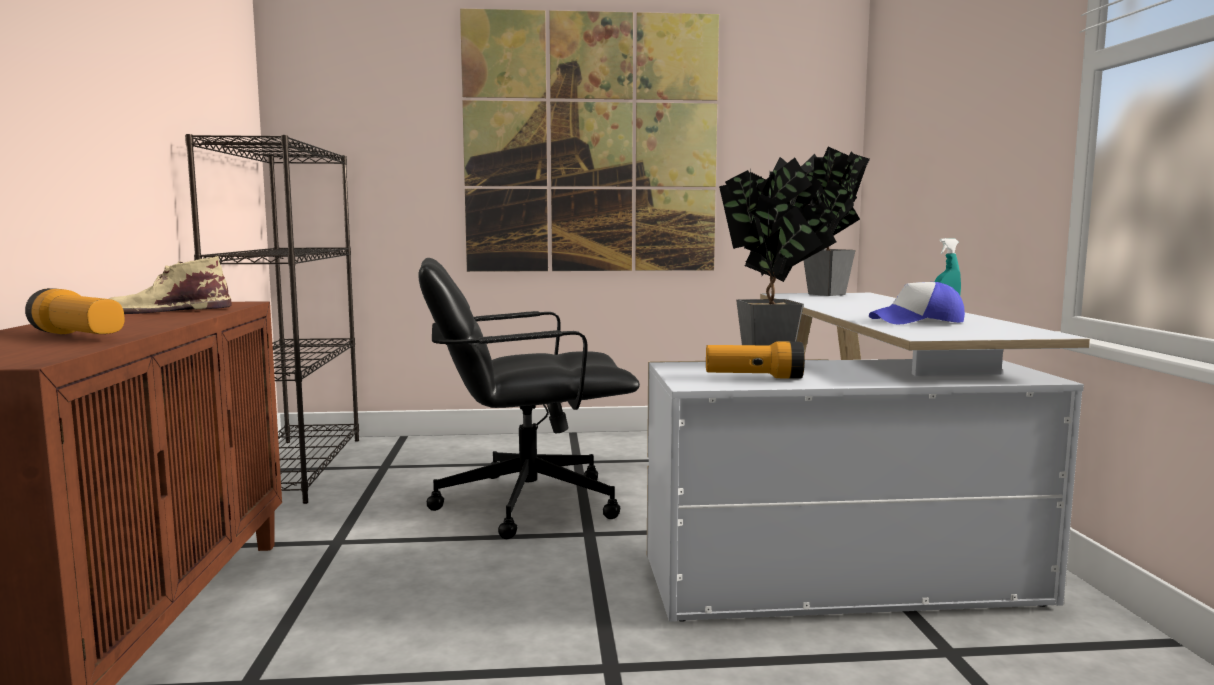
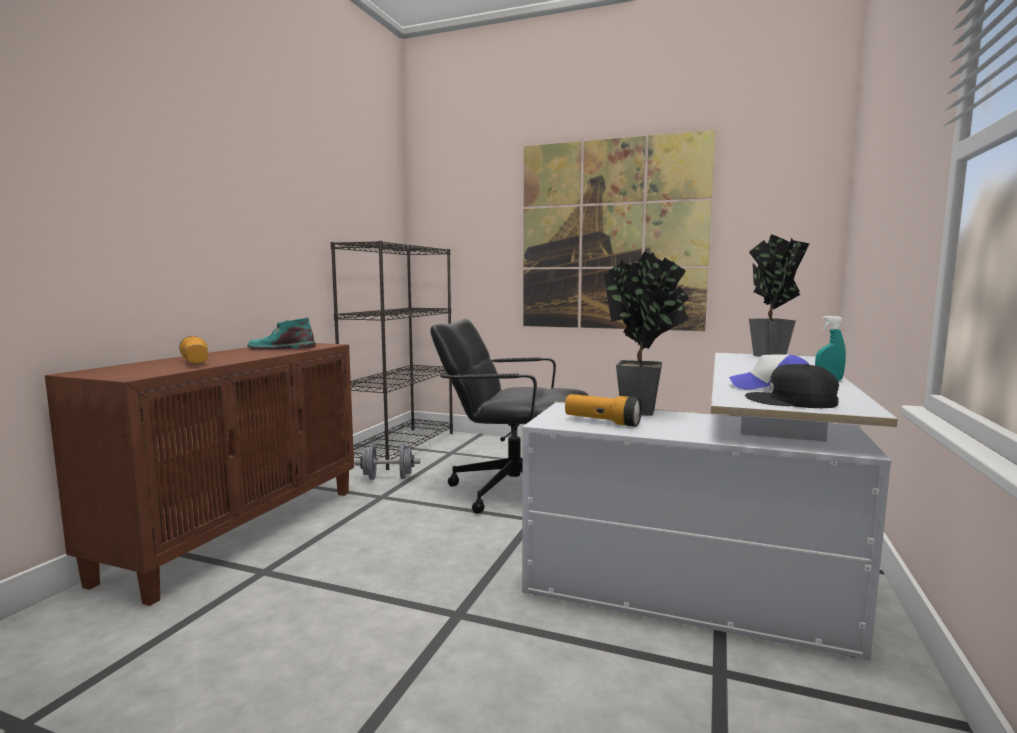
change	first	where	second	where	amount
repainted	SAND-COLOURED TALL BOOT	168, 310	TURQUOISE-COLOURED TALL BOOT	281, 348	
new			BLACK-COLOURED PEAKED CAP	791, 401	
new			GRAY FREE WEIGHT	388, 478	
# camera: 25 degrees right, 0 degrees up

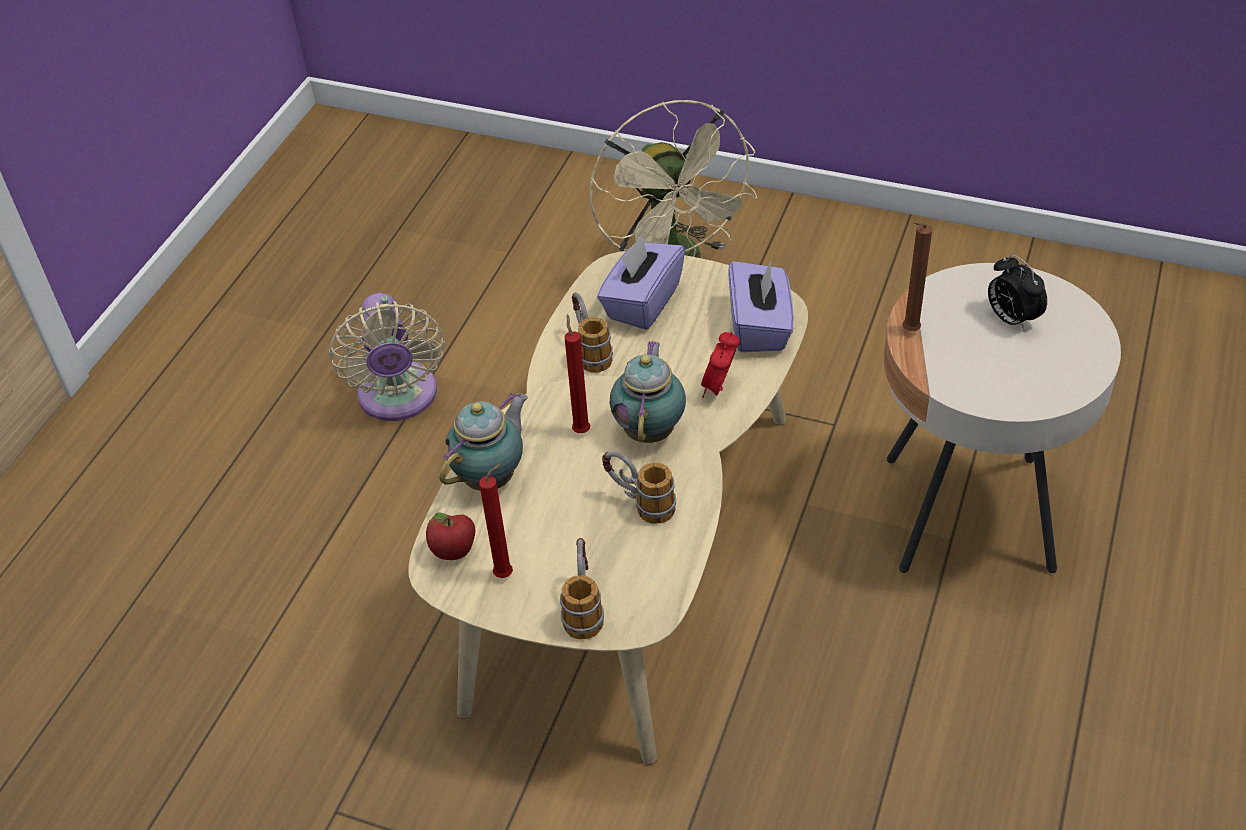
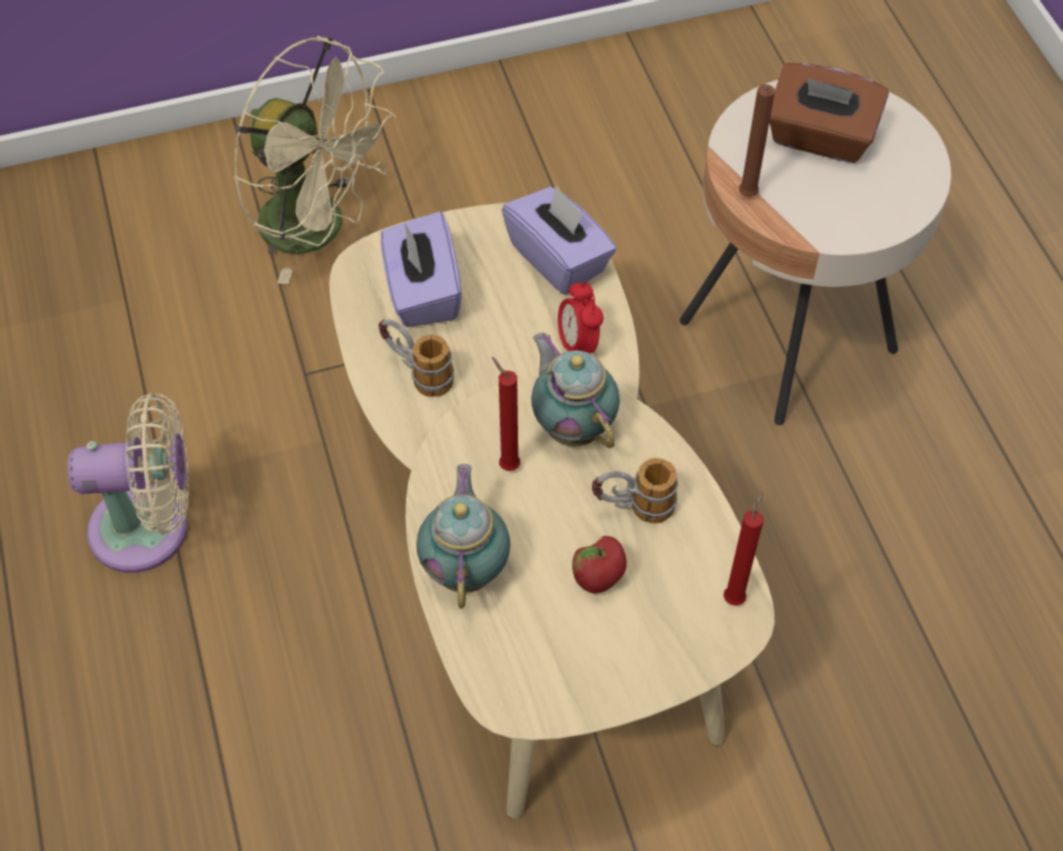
change	first	where	second	where	amount
swapped	TABLE CLOCK	1010, 319	BROWNISH BOX OF TISSUES	819, 138	
rotated	SAND-COLOURED COOLING FAN	398, 399		150, 528	45 degrees counterclockwise
shifted	RED WAX LIGHT	506, 574		735, 596	
shifted	APPLE FRUIT	453, 553		598, 580	
gone	TEA MUG	583, 607			
# camera: 40 degrees left, 10 degrees up

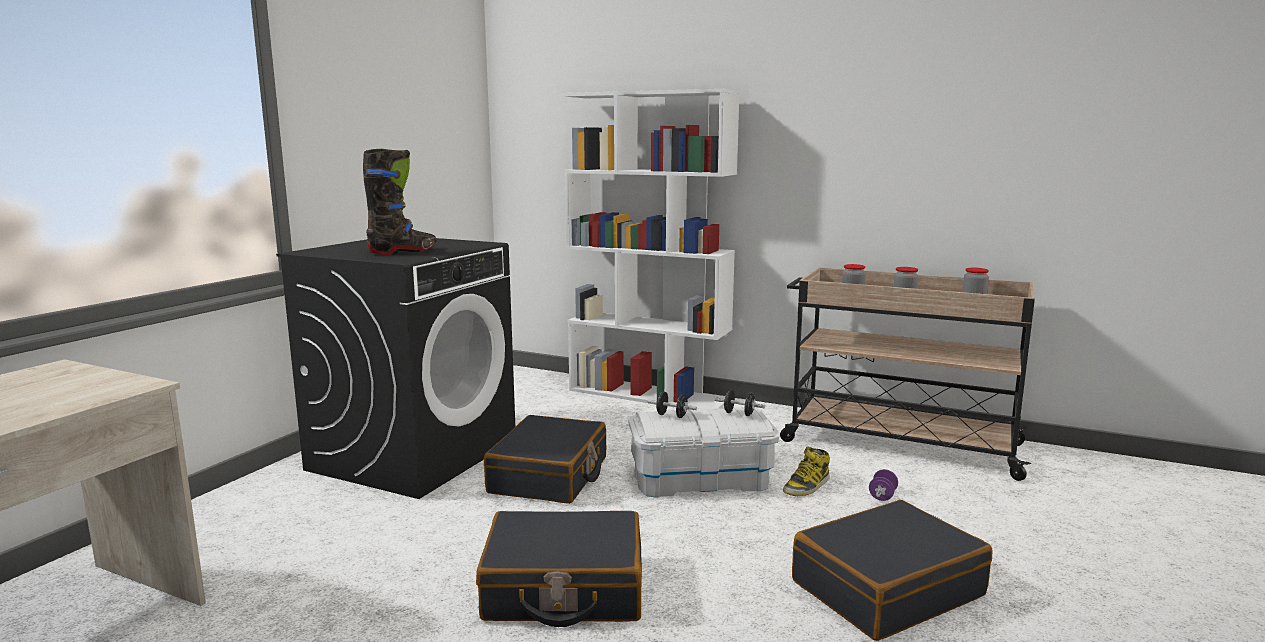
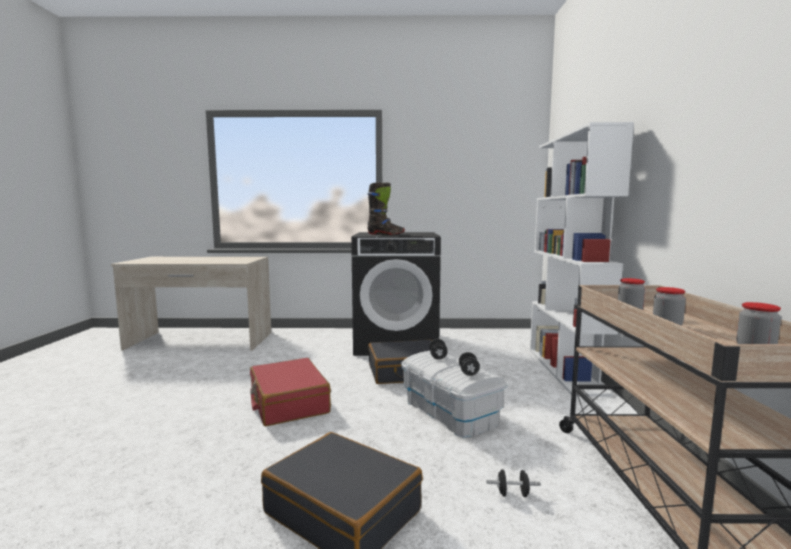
change	first	where	second	where	amount
gone	TALL BOOT	807, 486			
repainted	PURPLE FREE WEIGHT	882, 496	BLACK-COLOURED FREE WEIGHT	512, 494	
repainted	BLACK-COLOURED PIECE OF LUGGAGE	564, 589	RED PIECE OF LUGGAGE	288, 403	
# camera: 65 degrees right, 5 degrees down

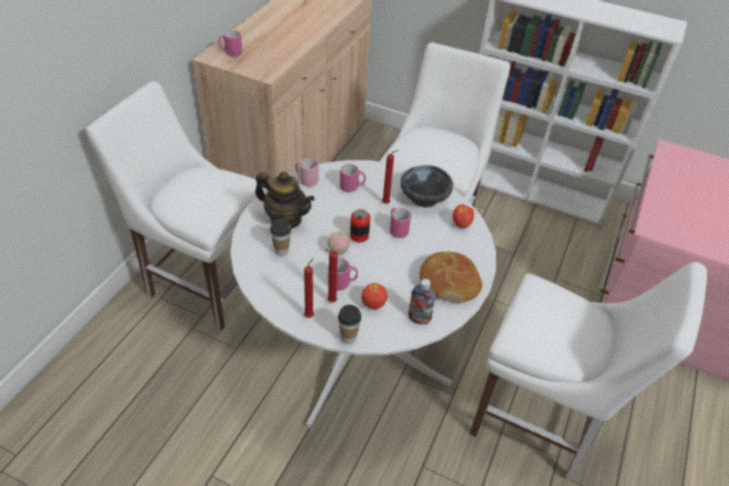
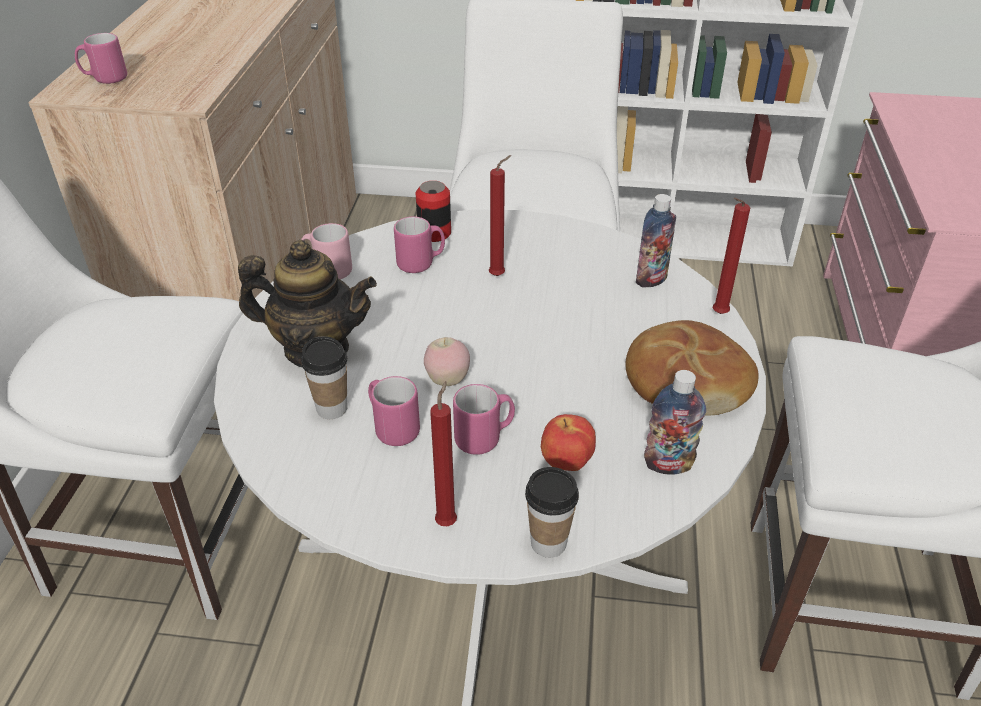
change	first	where	second	where	amount
gone	BLACK-COLOURED BOWL	424, 198			
swapped	APPLE FRUIT	461, 225	DRINK BOTTLE	651, 279	
shifted	PINK-COLOURED TEA MUG	397, 229		392, 428	
shifted	METAL CAN	359, 236		434, 233	
shifted	RED WAX LIGHT	330, 301		717, 314	
# camera: 15 degrees left, 5 degrees down

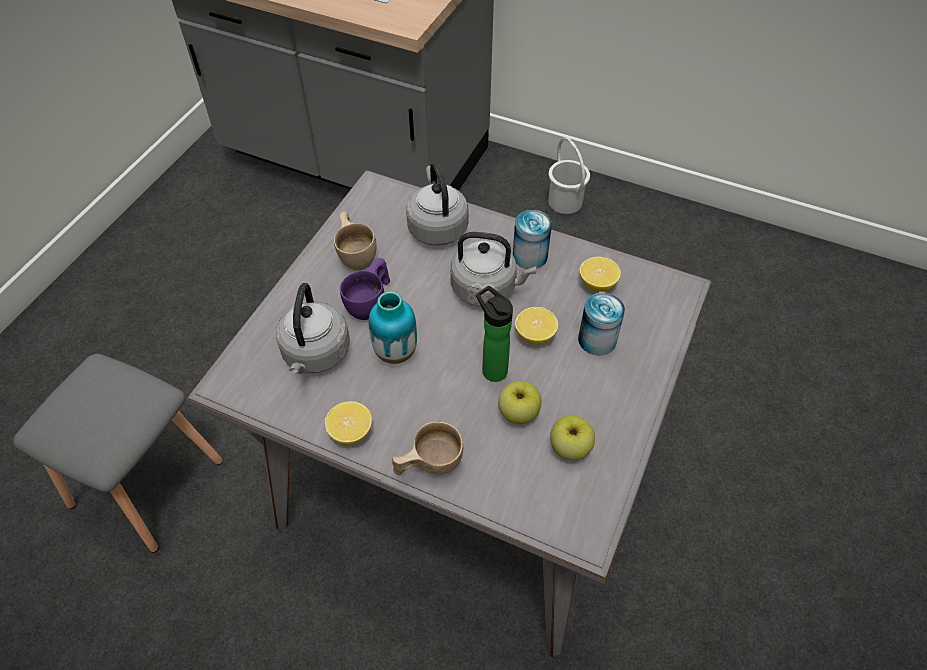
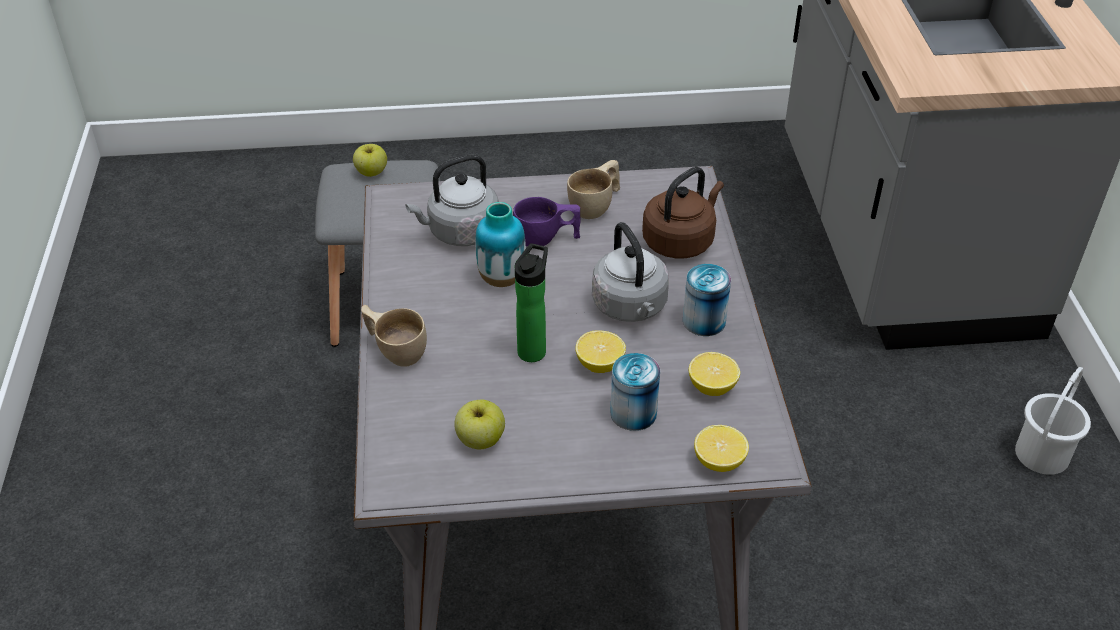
change	first	where	second	where	amount
repainted	GRAY WATER KETTLE	437, 227	BROWNISH WATER KETTLE	680, 241	
shifted	APPLE FRUIT	518, 413		371, 172	
shifted	LEMON	351, 432		719, 462	
# camera: 60 degrees right, 10 degrees down

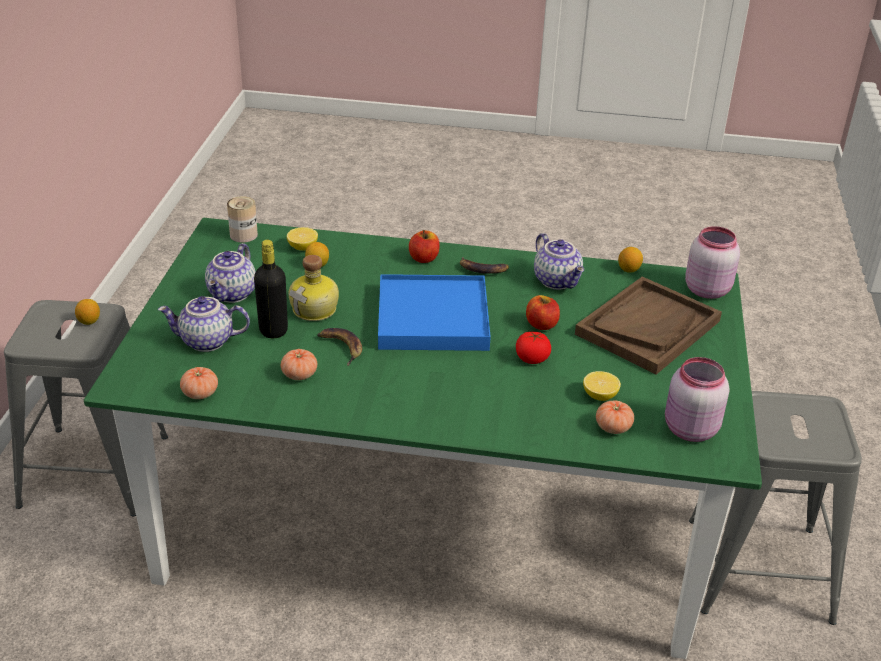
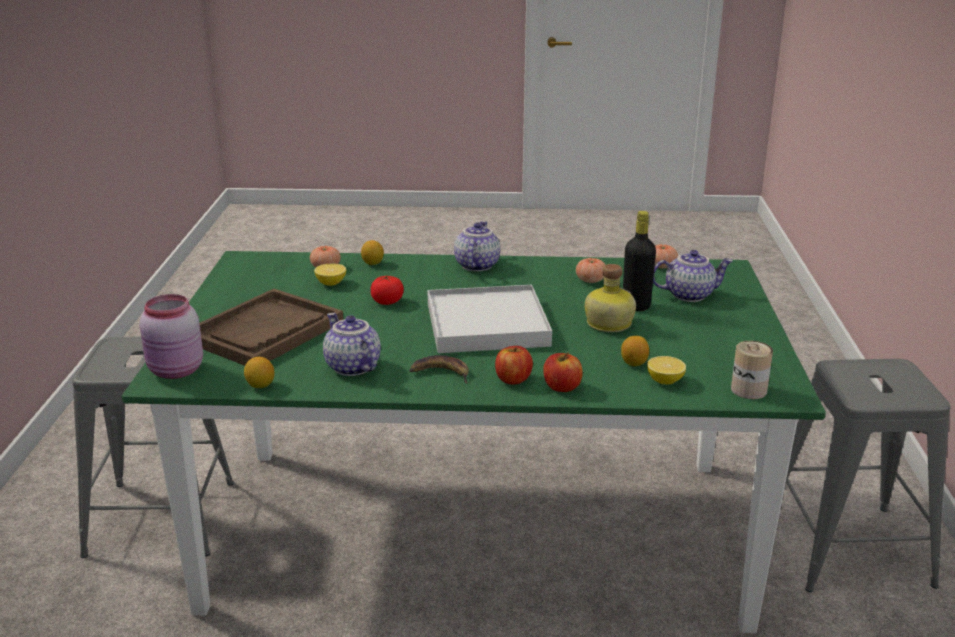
change	first	where	second	where	amount
shifted	POT FOR TEA	233, 294		476, 265	
repainted	BLUE-COLOURED TRAY	433, 318	WHITE-COLOURED TRAY	486, 324	
shifted	APPLE FRUIT	541, 325		561, 387	
shifted	LEMON	89, 321		372, 263	
gone	BANANA FRUIT	341, 347			
gone	PINK-COLOURED JAR	689, 429			
# camera: 175 degrees right, 10 degrees down

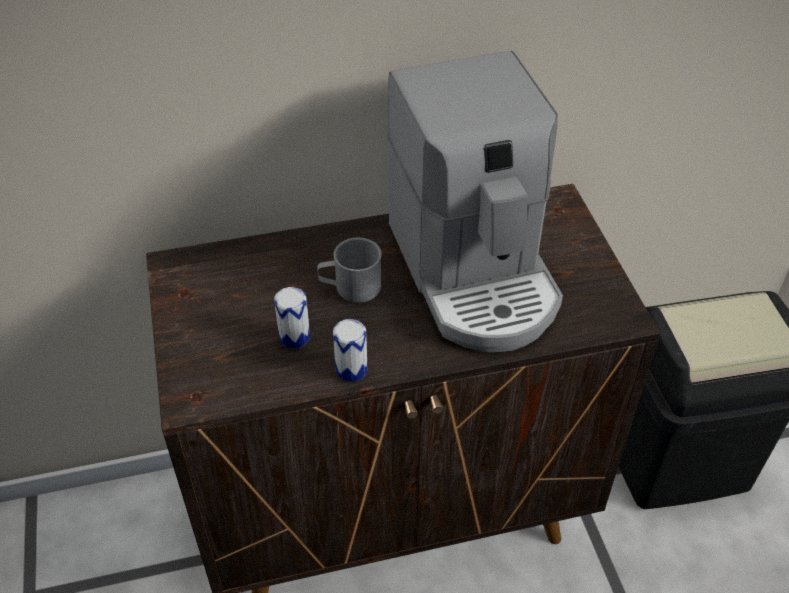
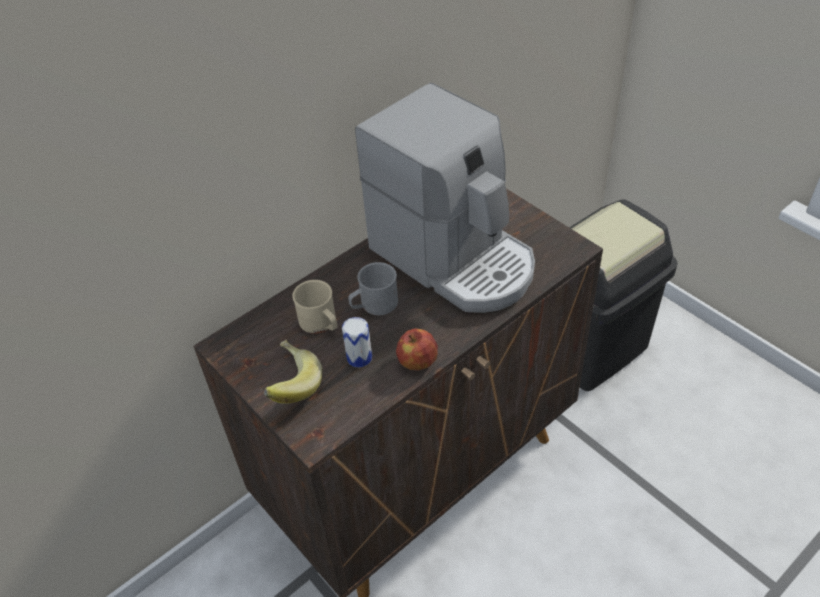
change	first	where	second	where	amount
swapped	METAL CAN	351, 369	APPLE FRUIT	418, 362	
new			SAND-COLOURED TEA MUG	321, 324	
new			BANANA FRUIT	290, 385	
# camera: 25 degrees left, 0 degrees up

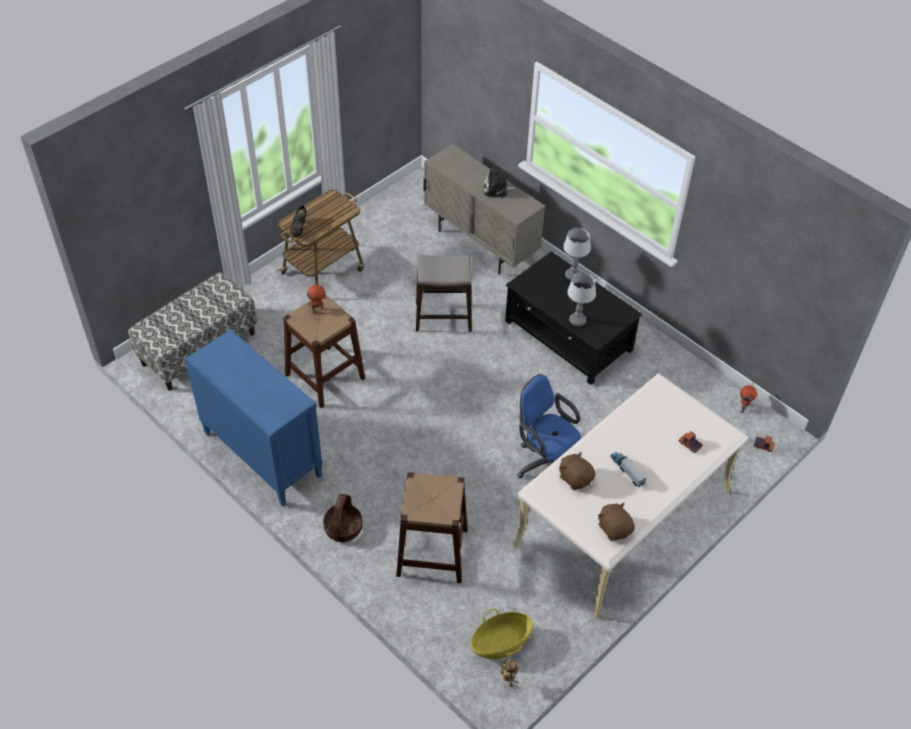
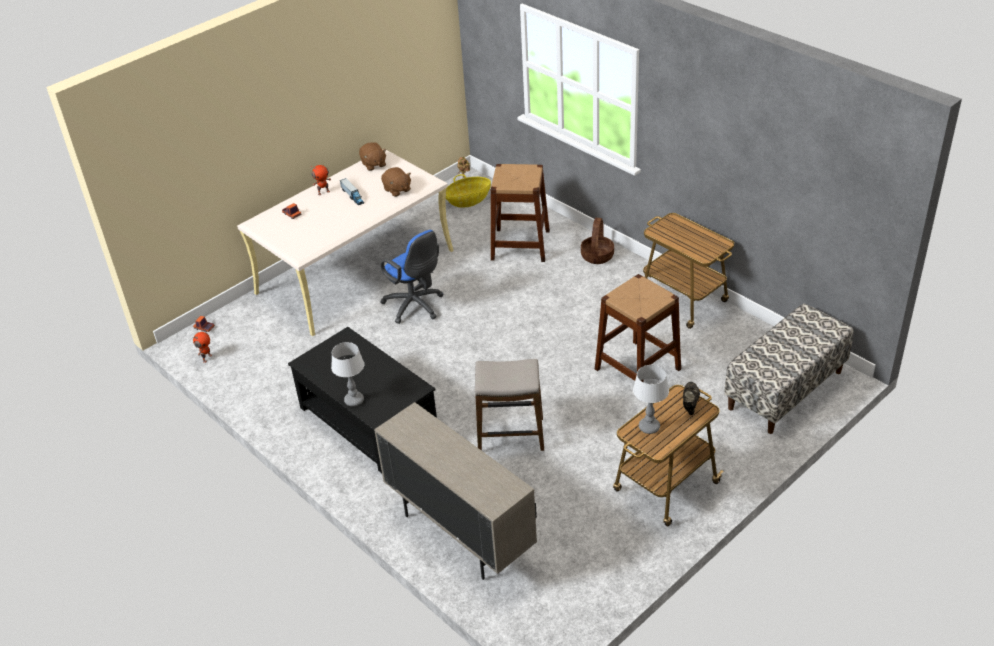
change	first	where	second	where	amount
gone	SOFT TOY	497, 189			
shifted	TABLETOP LAMP	577, 321		649, 427	
shifted	MODEL ROBOT	317, 310		323, 192	
swapped	BLUE-COLOURED CHEST OF DRAWERS	262, 454	CART	684, 302	
# camera: 175 degrees left, 10 degrees down

